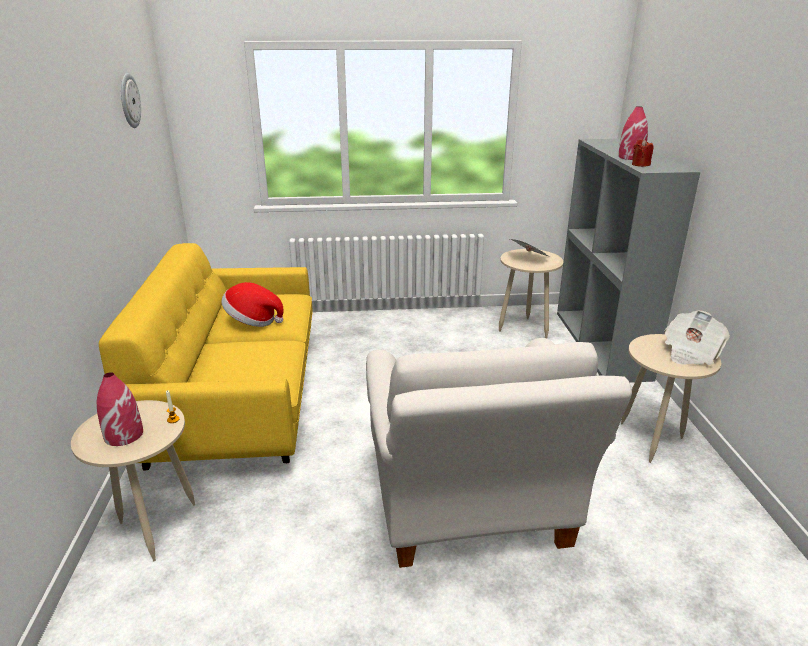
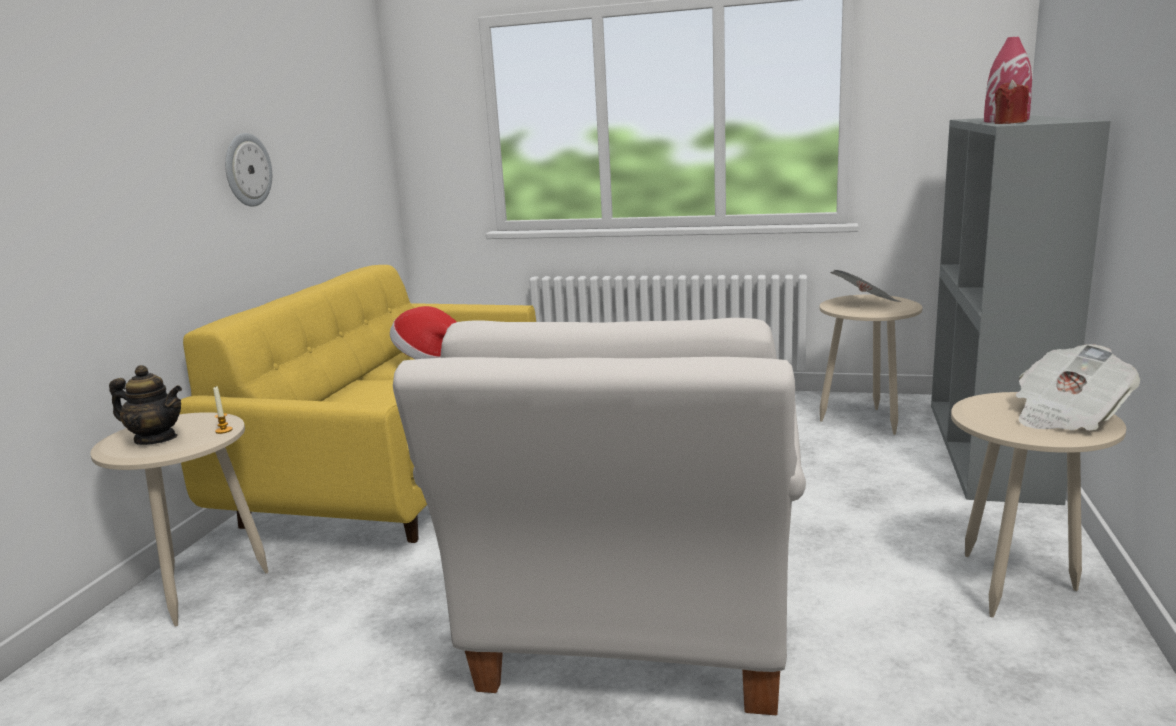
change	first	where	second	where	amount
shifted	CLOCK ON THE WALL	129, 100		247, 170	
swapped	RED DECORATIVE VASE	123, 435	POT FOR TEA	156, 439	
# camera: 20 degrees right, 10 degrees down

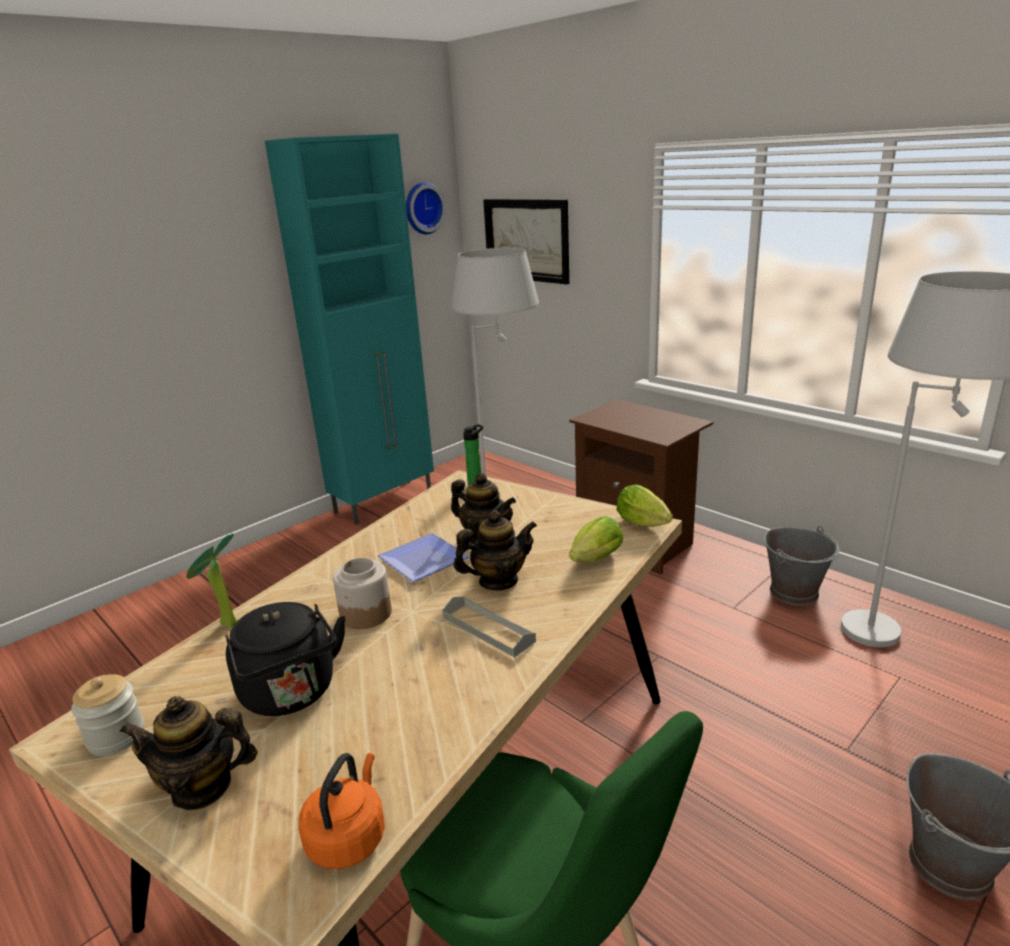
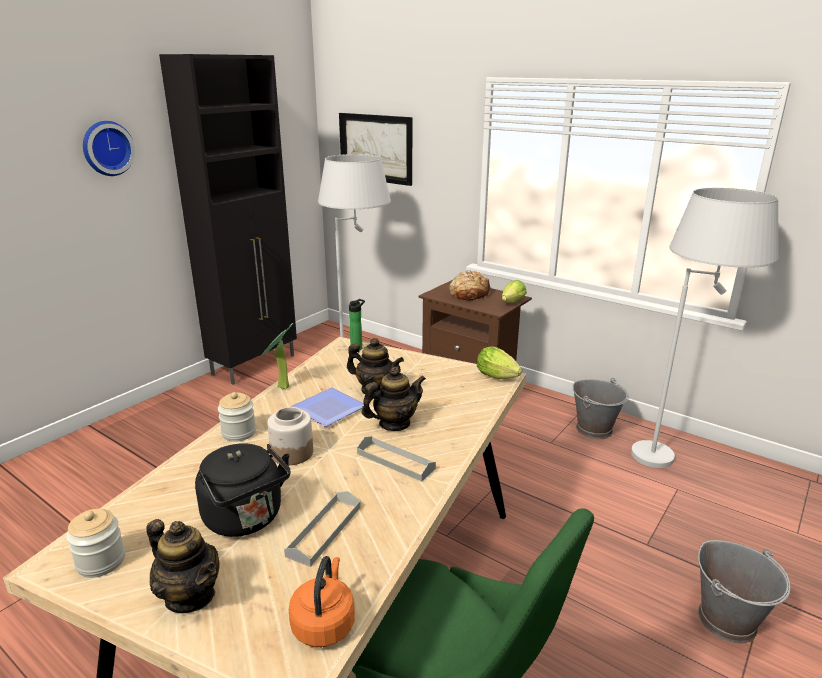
change	first	where	second	where	amount
repainted	TURQUOISE-COLOURED CABINET	385, 501	BLACK-COLOURED CABINET	255, 364	
shifted	CLOCK ON THE WALL	422, 208		107, 148	
shifted	LETTUCE	594, 560		511, 303	
shifted	PLANT IN A POT	225, 625		281, 388	
rotated	POT FOR TEA	202, 787		190, 595	135 degrees counterclockwise
new			BREAD	469, 294	
new			JAR	239, 432	
new			GRAY TRAY	324, 531	
# camera: 10 degrees left, 0 degrees up

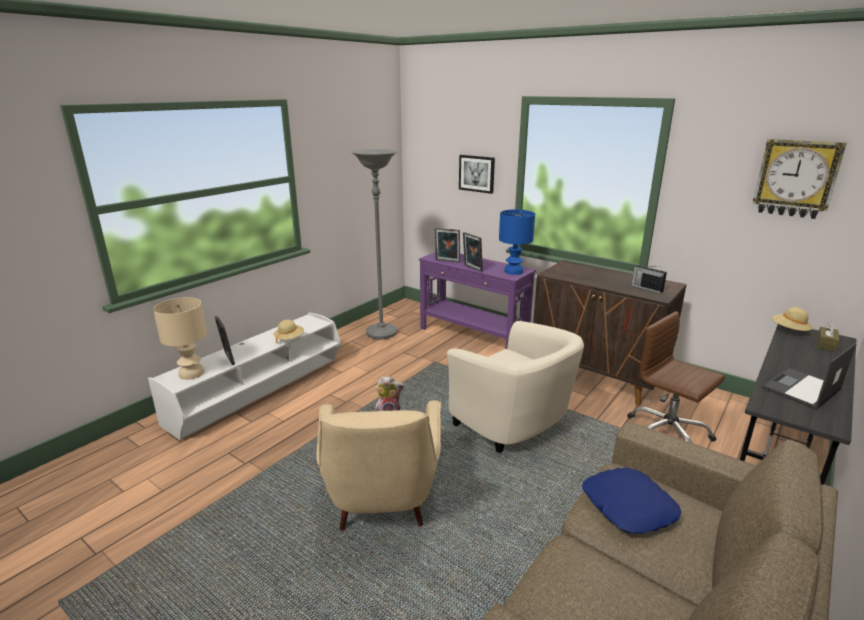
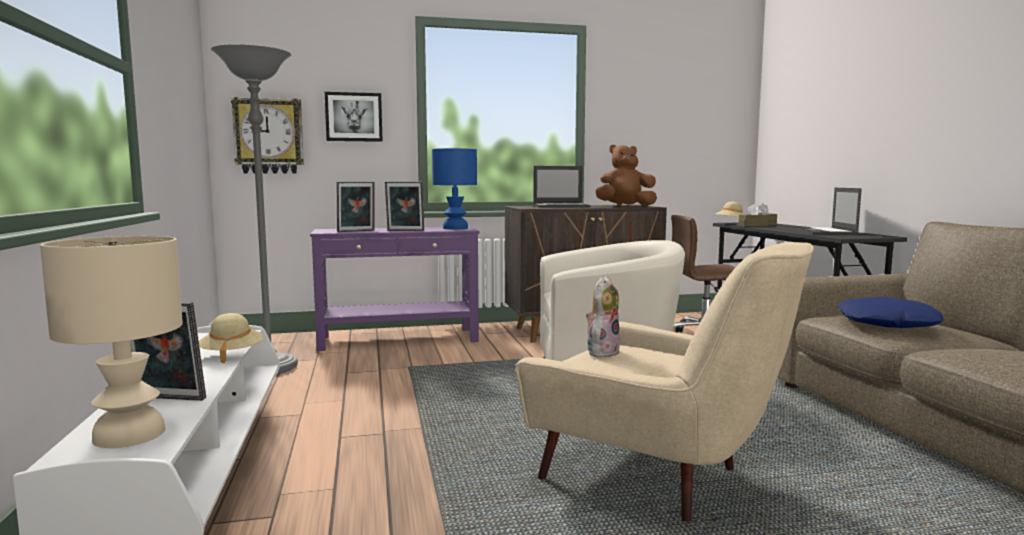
change	first	where	second	where	amount
shifted	CLOCK ON THE WALL	796, 178		269, 136	
swapped	RADIO RECEIVER	646, 288	BROWNISH SOFT TOY	625, 206	
new			PORTABLE COMPUTER	561, 206	
new			BROWNISH BOX OF TISSUES	753, 225	
# camera: 50 degrees left, 15 degrees down

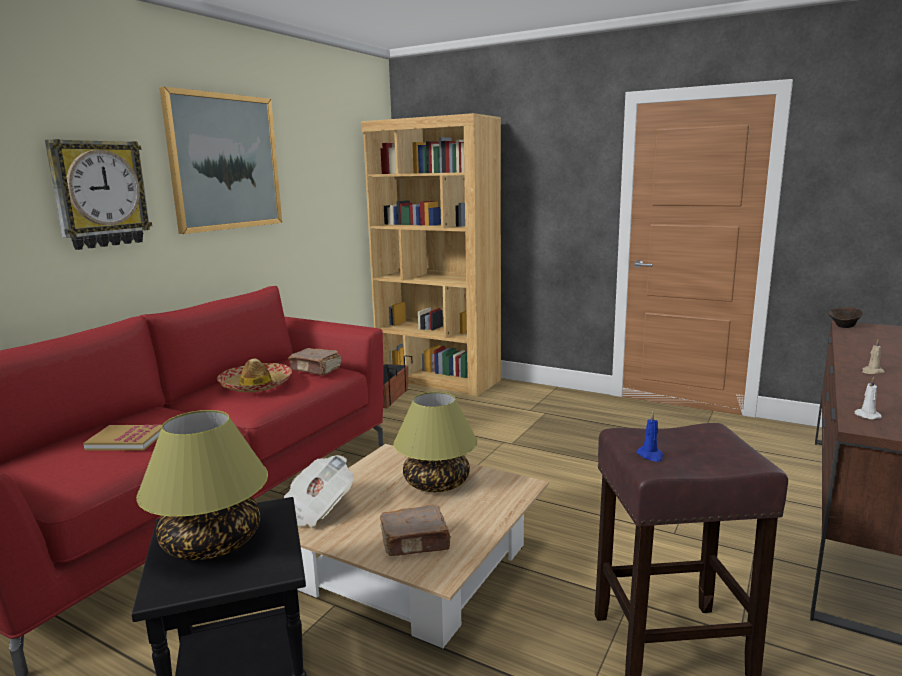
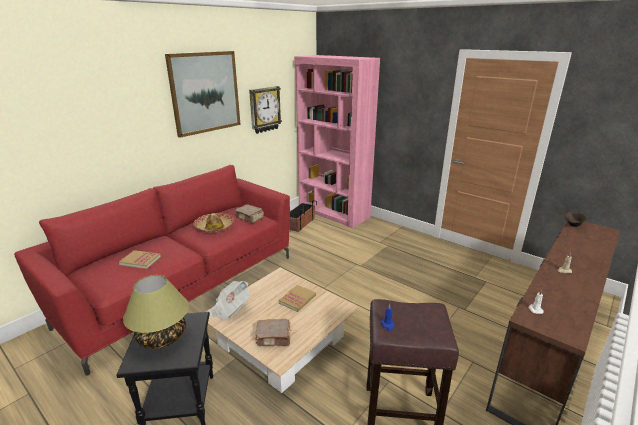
change	first	where	second	where	amount
repainted	BROWNISH BOOKCASE	438, 379	PINK-COLOURED BOOKCASE	333, 213	
shifted	CLOCK ON THE WALL	99, 194		264, 109	
swapped	TABLETOP LAMP	436, 483	BOOK	297, 299	
# camera: 10 degrees right, 10 degrees up

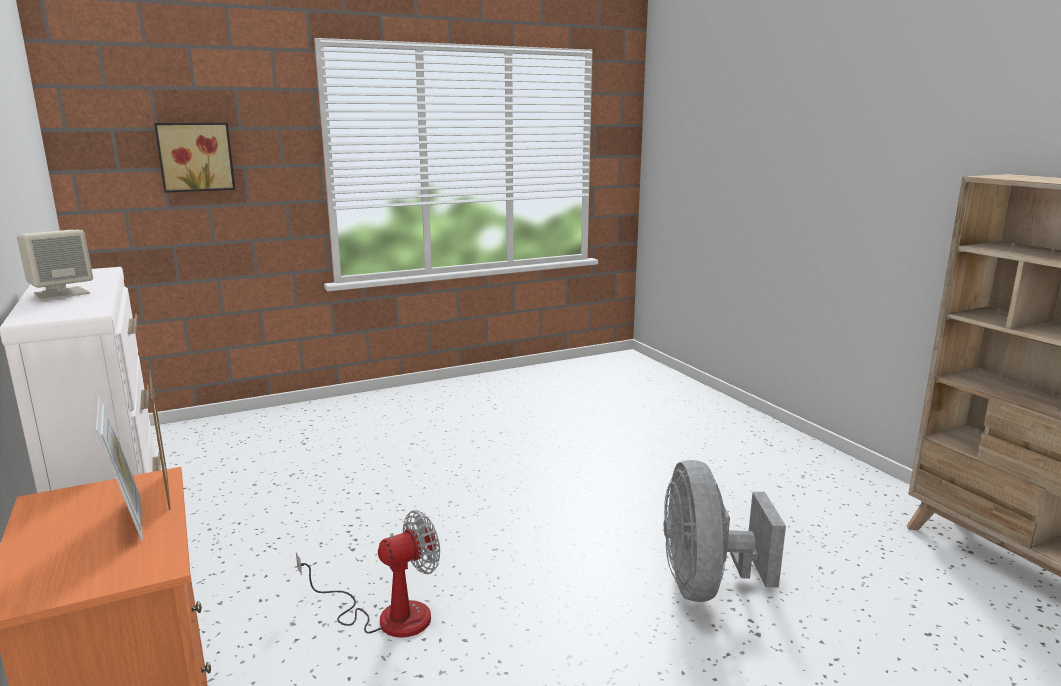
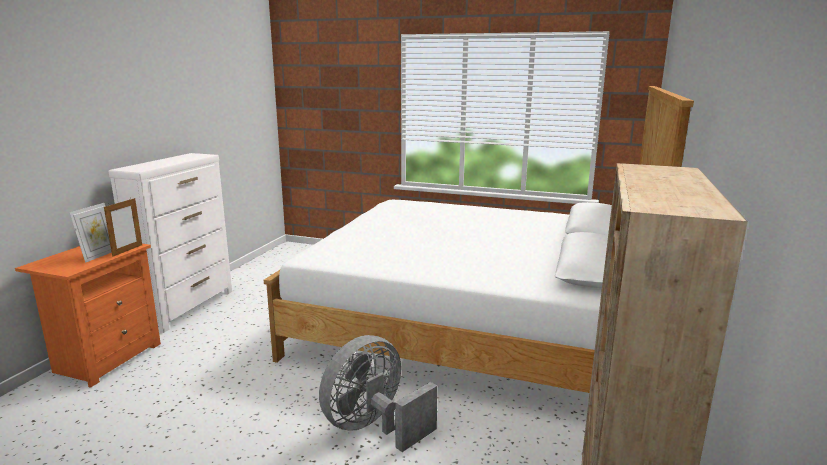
change	first	where	second	where	amount
gone	PICTURE	195, 157			
gone	SAND-COLOURED LOUDSPEAKER	62, 293			
gone	COOLING FAN	387, 615			
new			BED	474, 324	
# camera: 45 degrees right, 0 degrees up

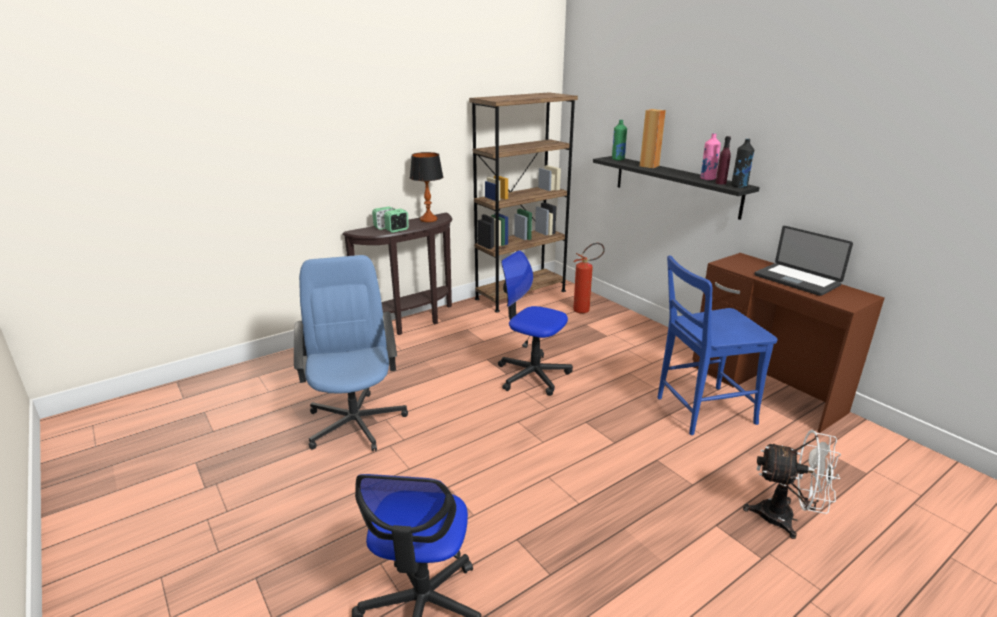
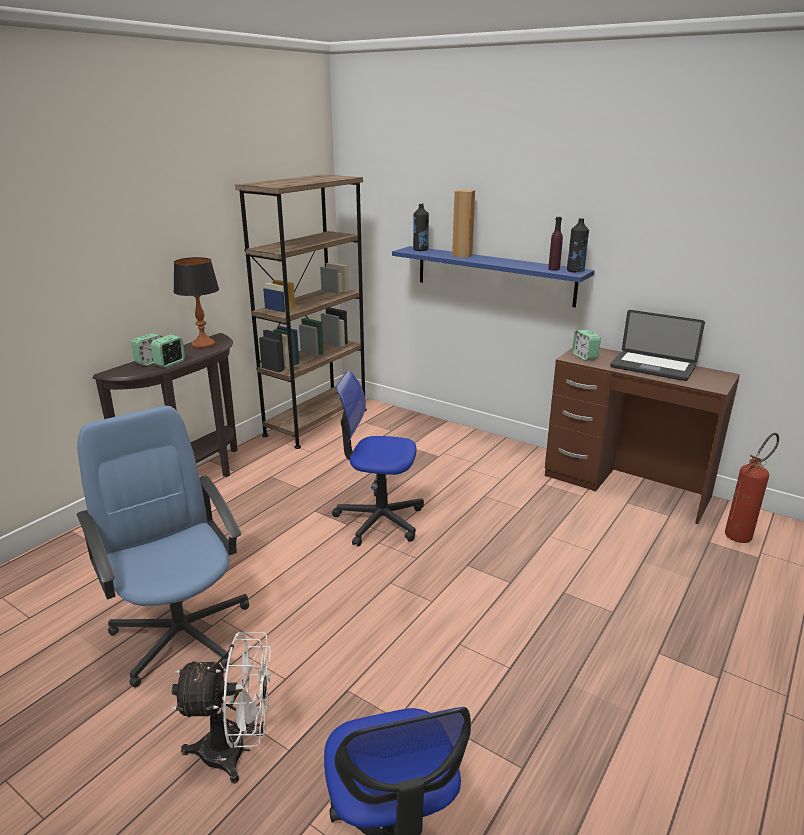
change	first	where	second	where	amount
repainted	GREEN DRINK BOTTLE	618, 159	BLACK-COLOURED DRINK BOTTLE	420, 250	
gone	PINK-COLOURED DRINK BOTTLE	707, 179			
repainted	BLACK-COLOURED SHELF	675, 185	BLUE-COLOURED SHELF	494, 275	
shifted	FIRE-FIGHTING CYLINDER	585, 310		741, 534	
gone	BLUE-COLOURED CHAIR	700, 411			
shifted	WHITE-COLOURED COOLING FAN	785, 518		236, 751	
new			TABLE CLOCK	584, 356	
# camera: 20 degrees left, 0 degrees up

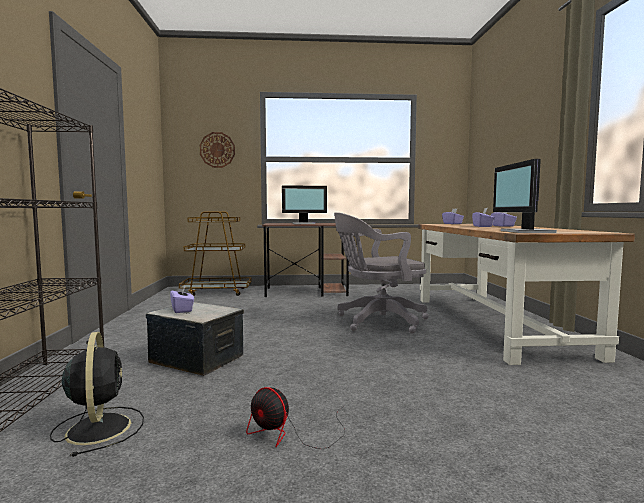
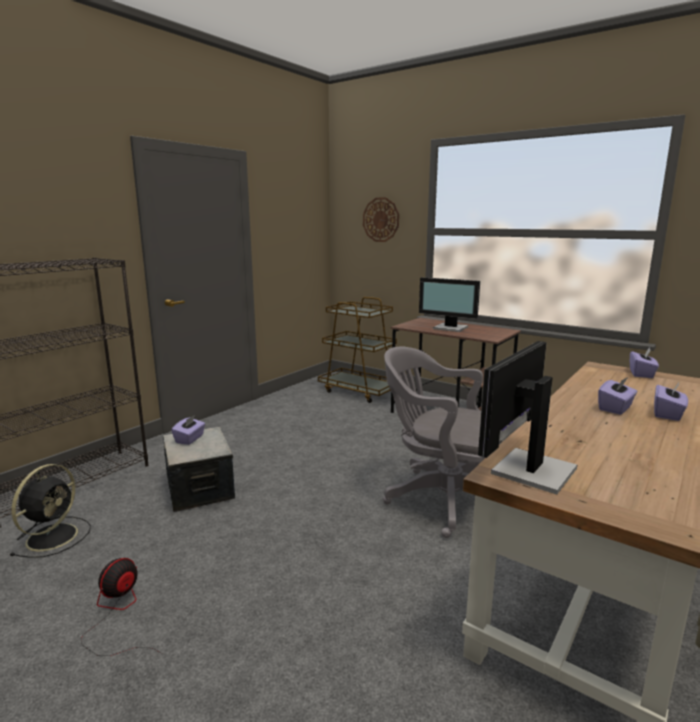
change	first	where	second	where	amount
rotated	COOLING FAN	291, 434		118, 615	45 degrees clockwise
# camera: 40 degrees right, 10 degrees up

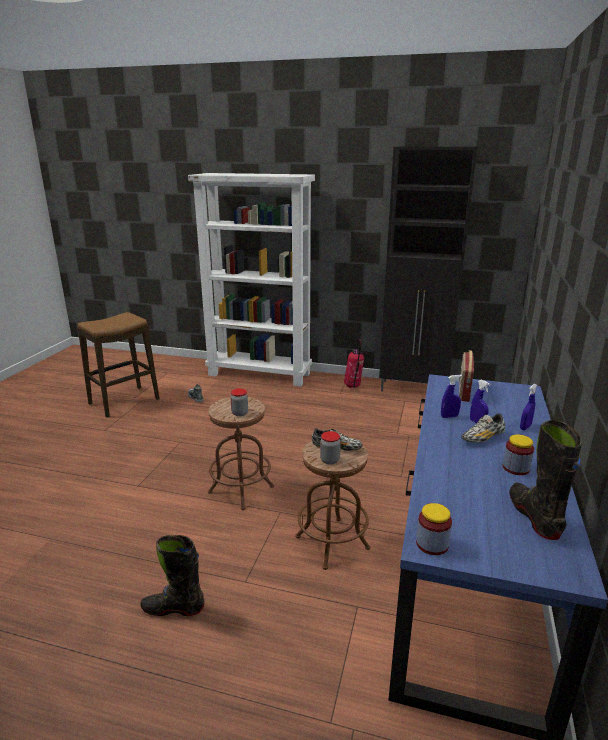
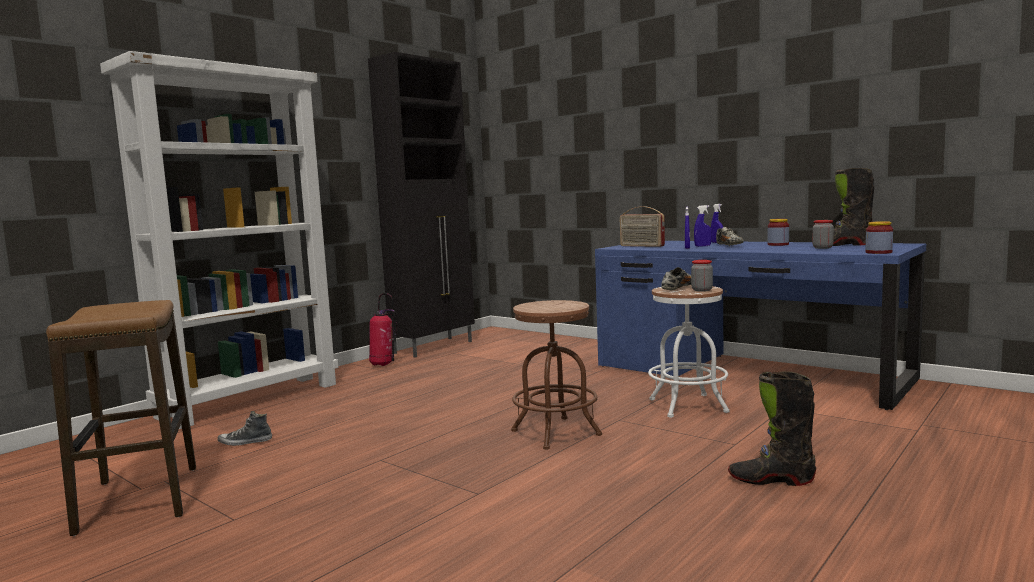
change	first	where	second	where	amount
shifted	JAR	239, 413		822, 248	
repainted	BROWNISH STOOL	332, 542	WHITE-COLOURED STOOL	688, 406	
rotated	BLACK-COLOURED TALL BOOT	173, 608		771, 480	75 degrees clockwise
# camera: 65 degrees left, 15 degrees down

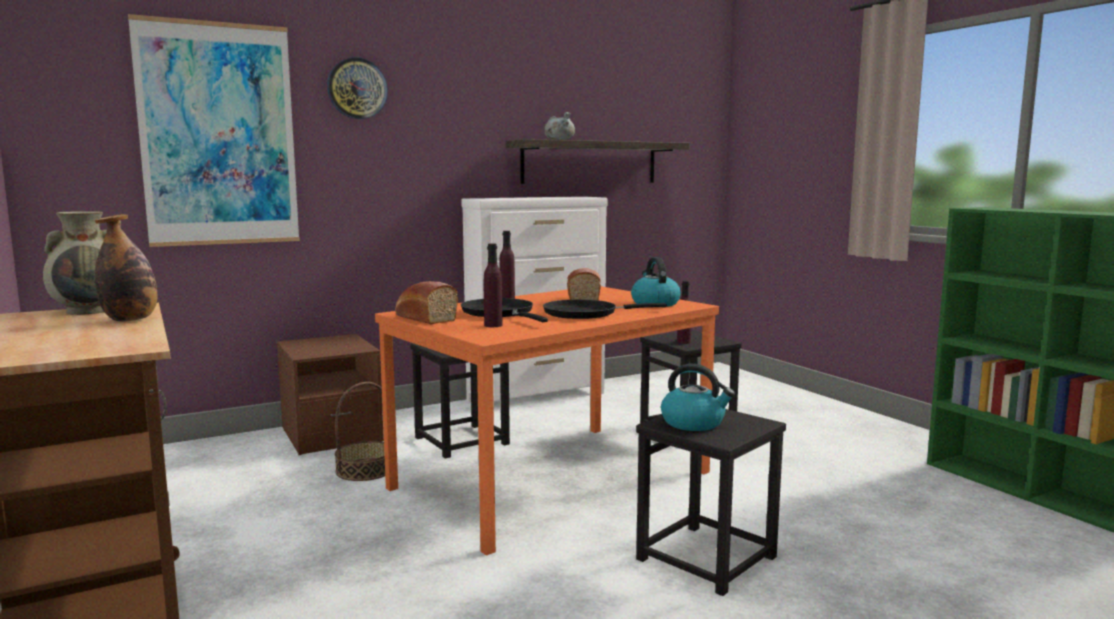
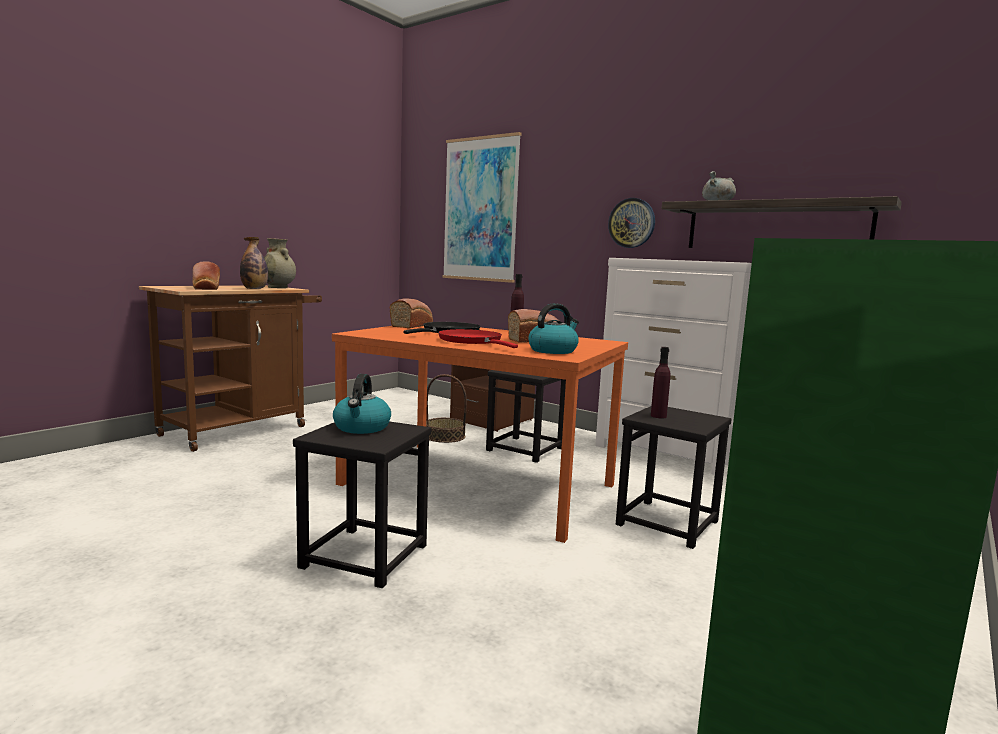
change	first	where	second	where	amount
shifted	CLOCK ON THE WALL	357, 88		632, 223	
gone	PURPLE DRINK BOTTLE	493, 325			
repainted	BLACK-COLOURED SKILLET	585, 314	RED SKILLET	473, 341	
new			BREAD	206, 288	
# camera: 65 degrees right, 0 degrees up

